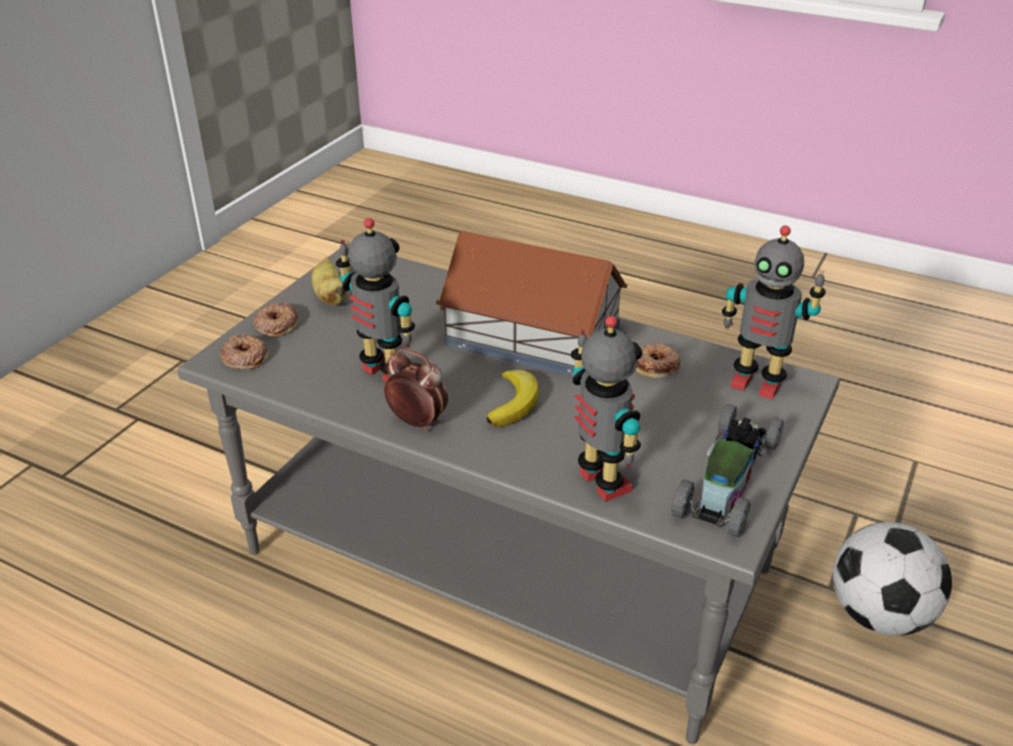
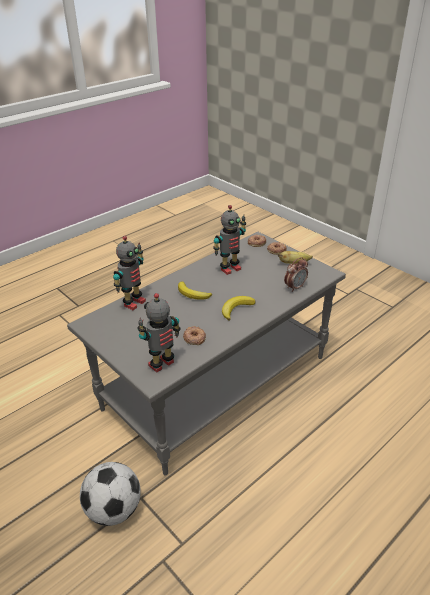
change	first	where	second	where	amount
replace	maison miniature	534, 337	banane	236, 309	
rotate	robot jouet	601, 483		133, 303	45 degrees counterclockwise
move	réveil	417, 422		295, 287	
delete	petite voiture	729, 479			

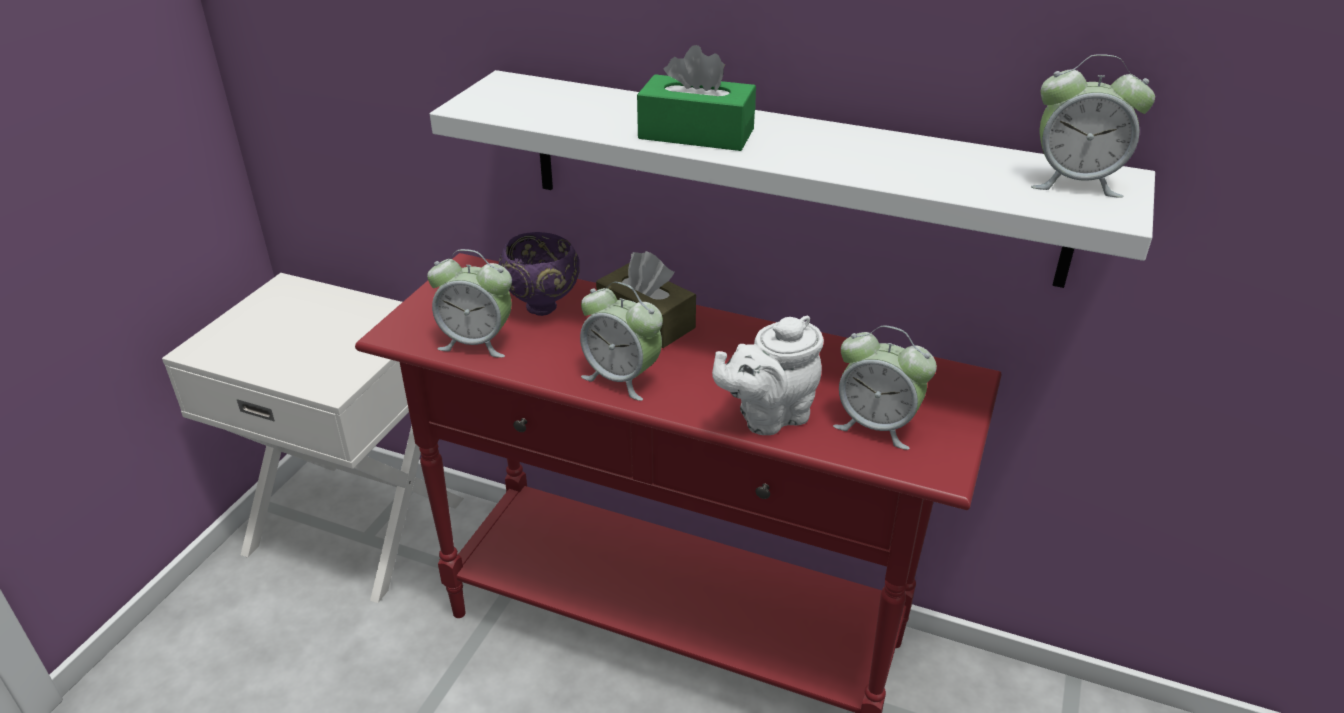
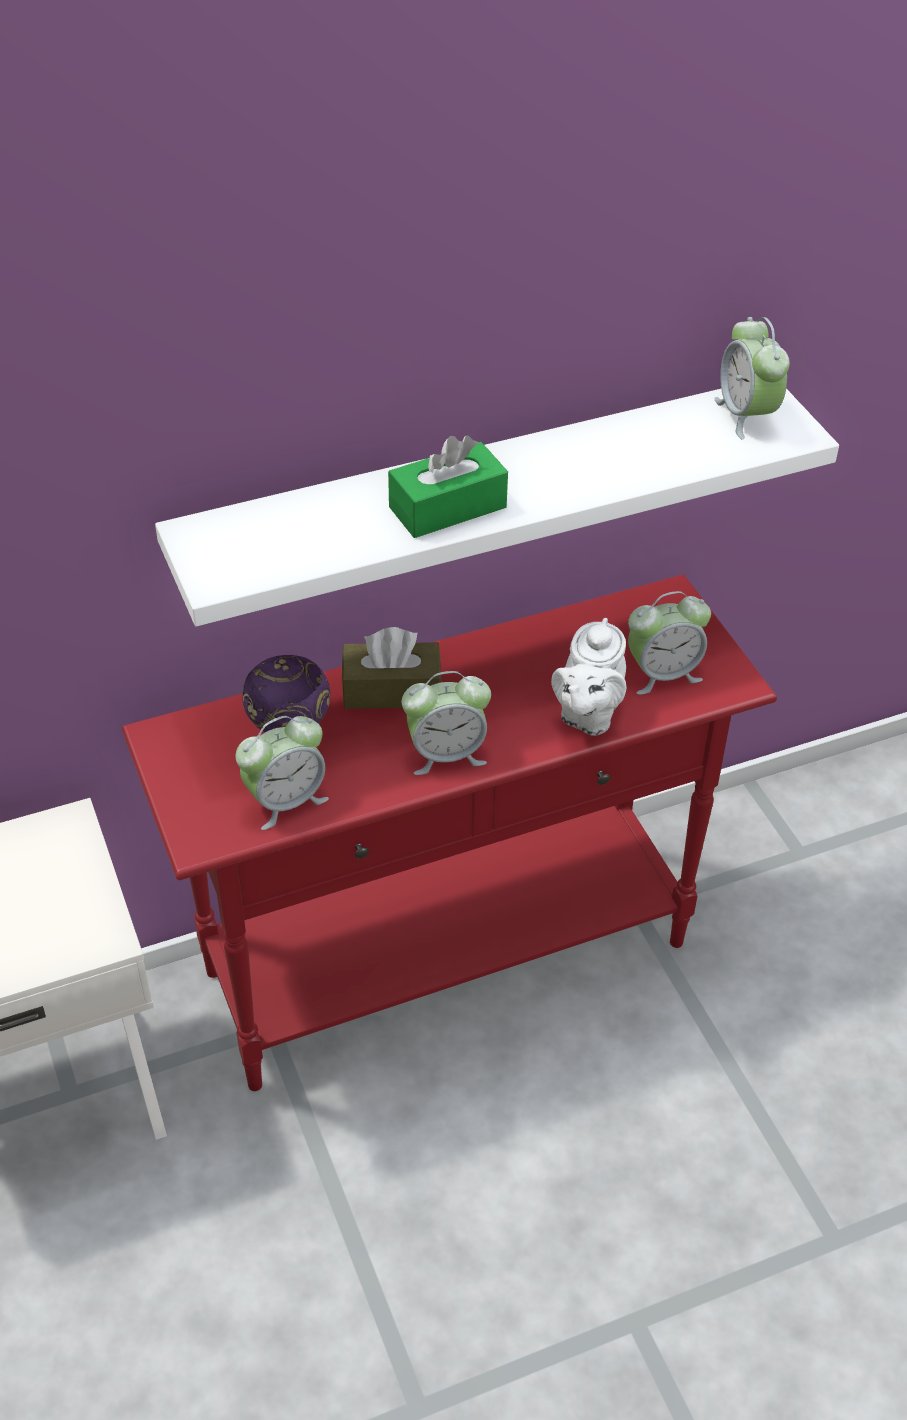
change	first	where	second	where	amount
rotate	réveil	1075, 182		746, 415	105 degrees clockwise

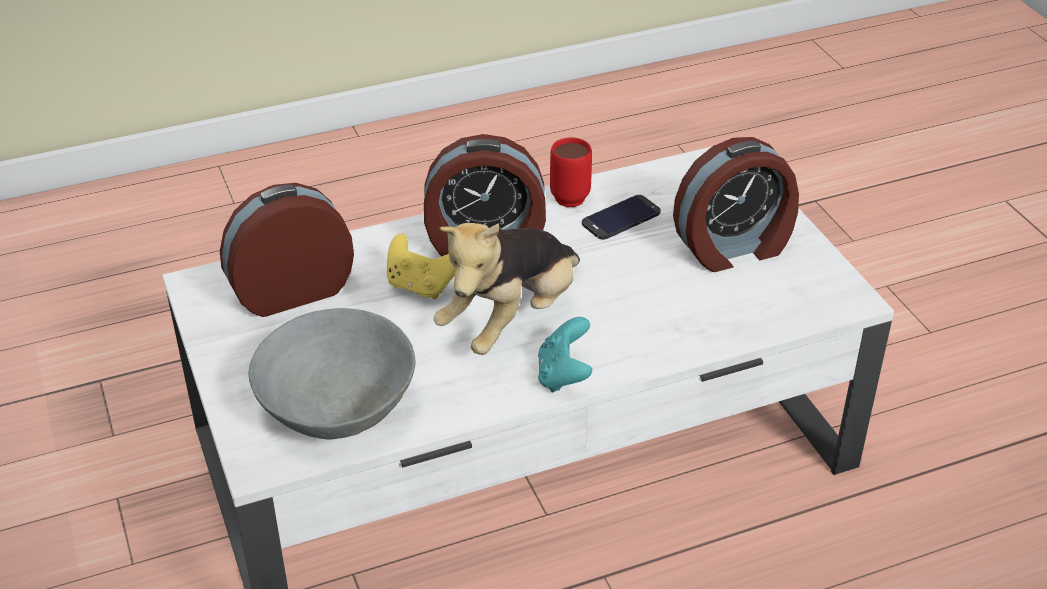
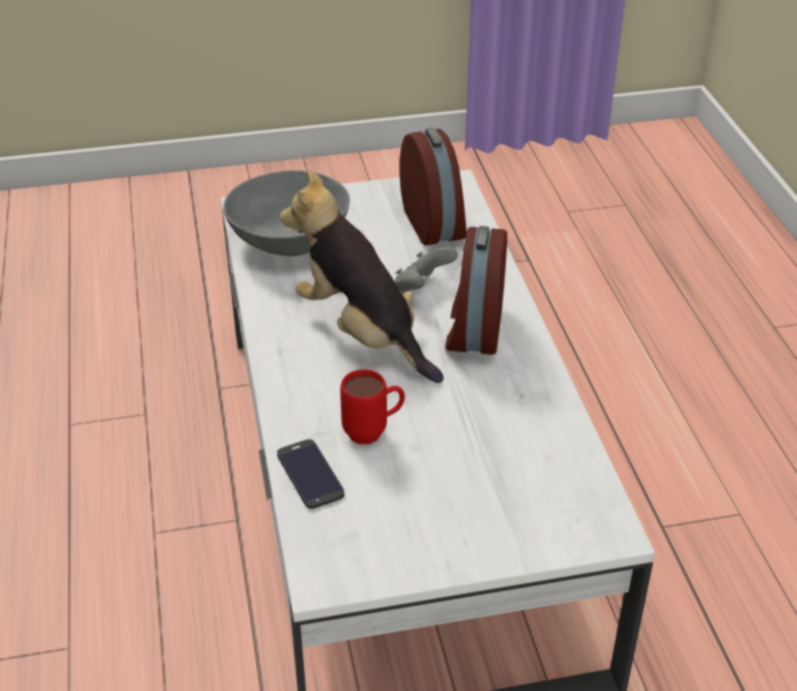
change	first	where	second	where	amount
move	mug/rouge	566, 194		373, 432	
delete	réveil	734, 248			
move	téléphone	621, 218		310, 474	
recolor	manette/jaune	421, 286	manette/gris	422, 288	
delete	manette/turquoise	564, 375			

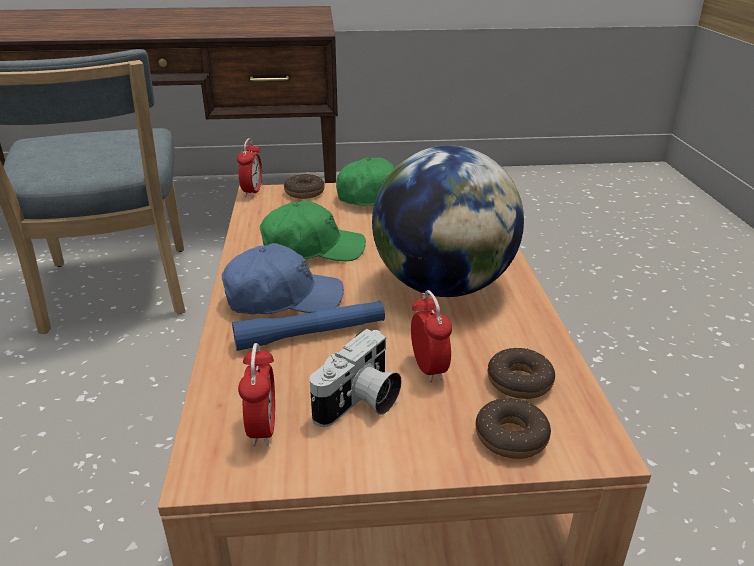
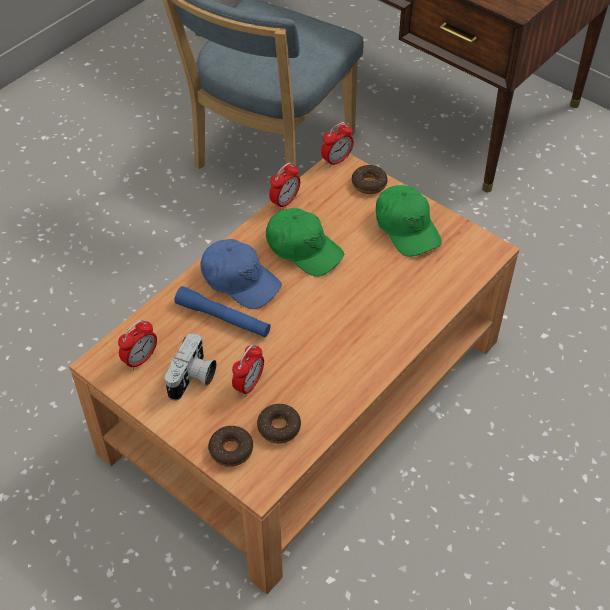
change	first	where	second	where	amount
delete	globe	443, 286			
rotate	appareil photo	360, 403		193, 379	60 degrees counterclockwise
insert			réveil	285, 201	

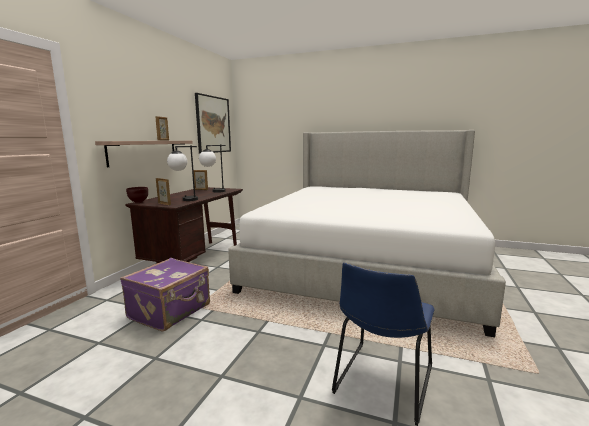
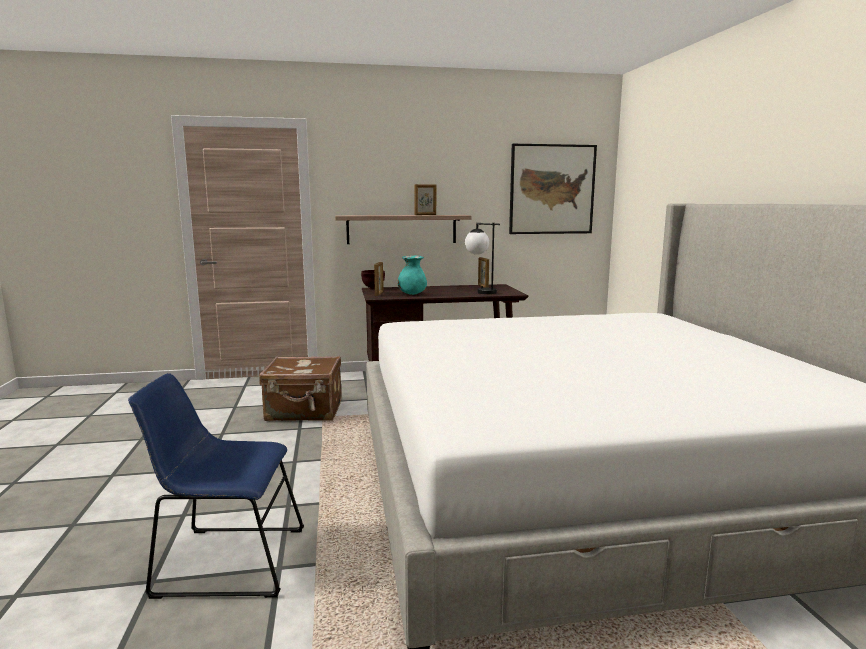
change	first	where	second	where	amount
replace	lampe de table	184, 199	vase/turquoise	412, 294	
recolor	valise/violet	171, 311	valise/marron	305, 411	

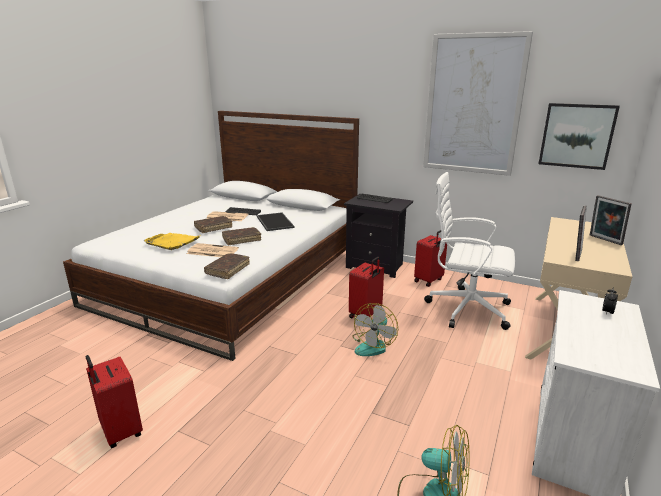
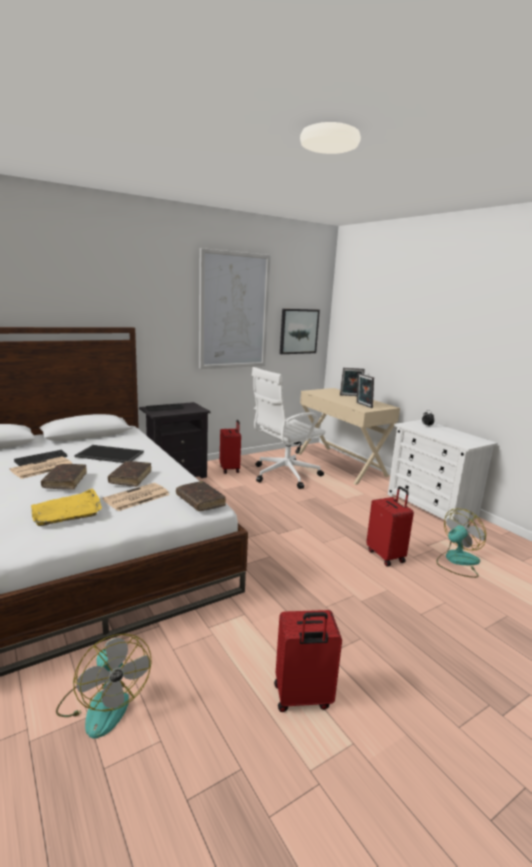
change	first	where	second	where	amount
move	valise/rouge	366, 315		386, 556	
move	ventilateur	373, 345		103, 703	

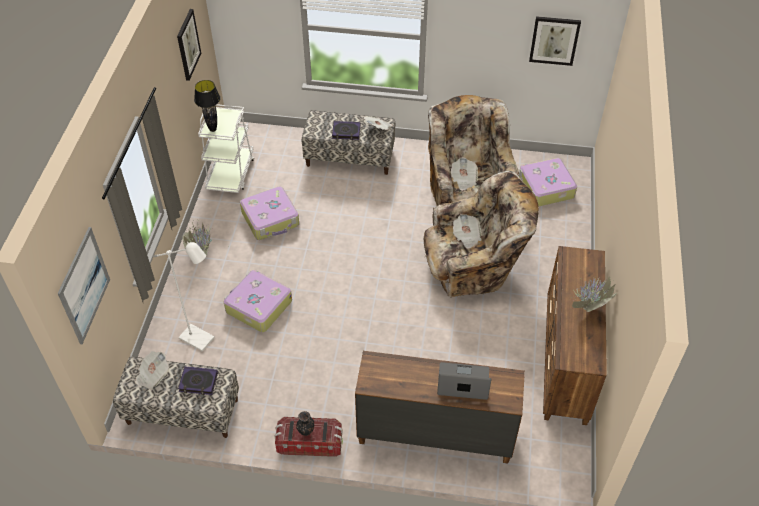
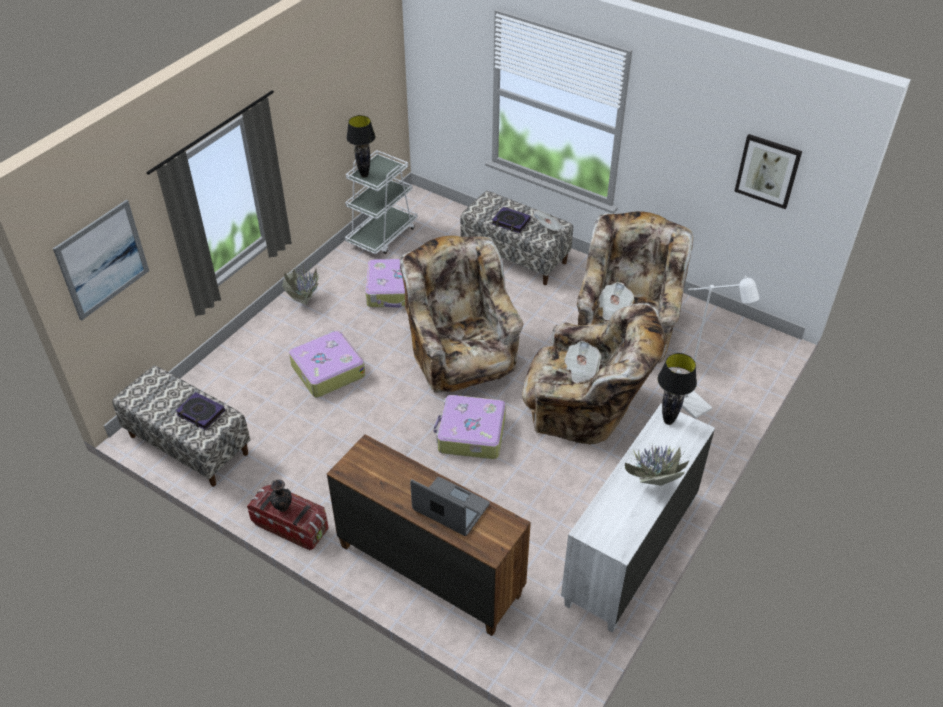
change	first	where	second	where	amount
delete	tableau	188, 44			
move	valise	545, 188		470, 434	
move	lampadaire/blanc	201, 340		696, 407	
recolor	commode/marron	565, 362	commode/blanc	629, 552	
delete	journal	153, 375			
insert			fauteuil/beige	461, 355	
insert			lampe de table/noir	668, 421	

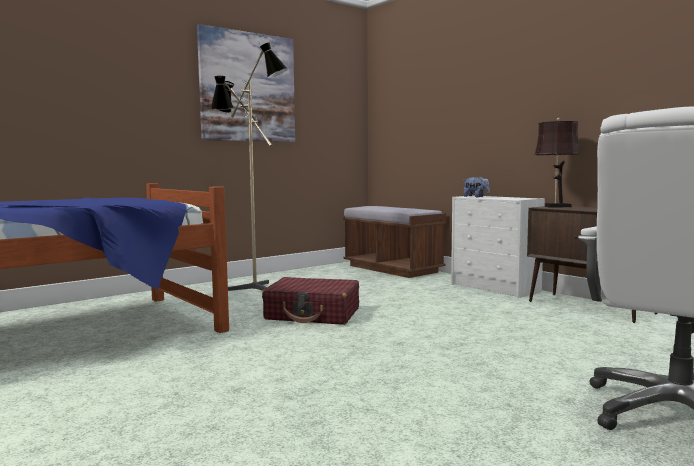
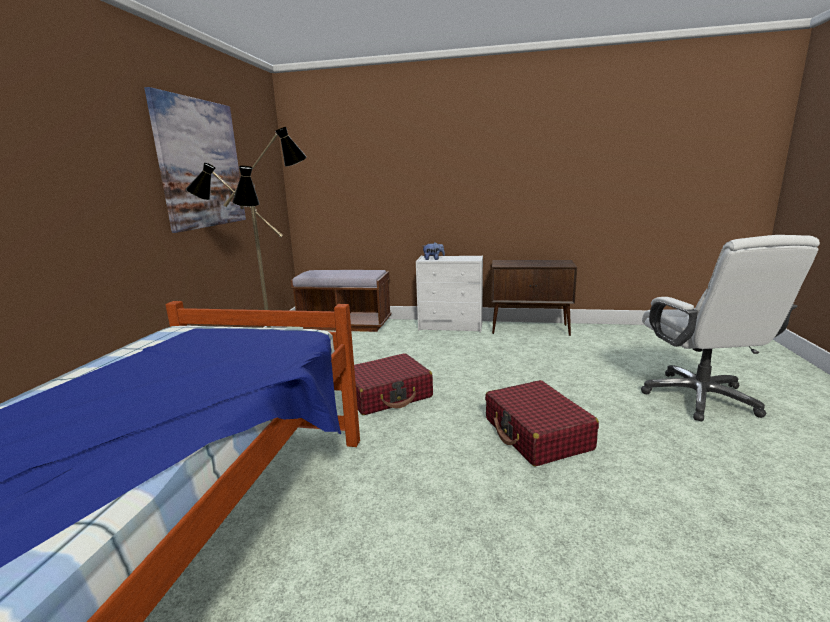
change	first	where	second	where	amount
delete	lampe de table/marron	555, 206			
insert			valise/rouge	537, 434	

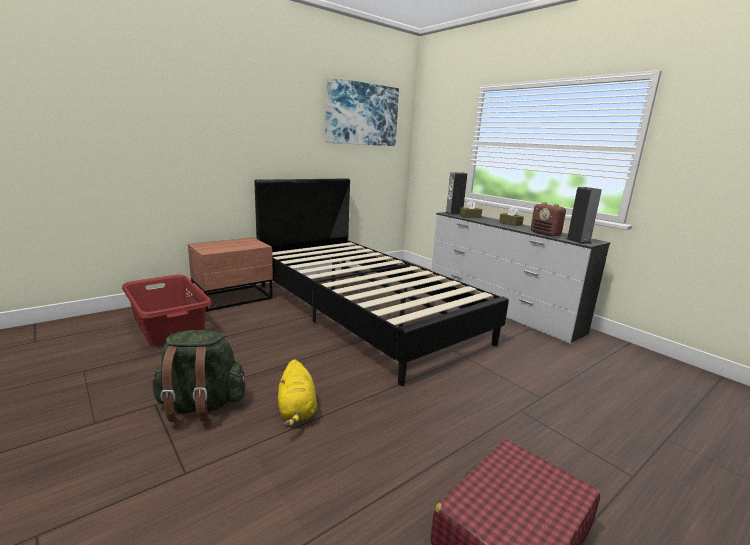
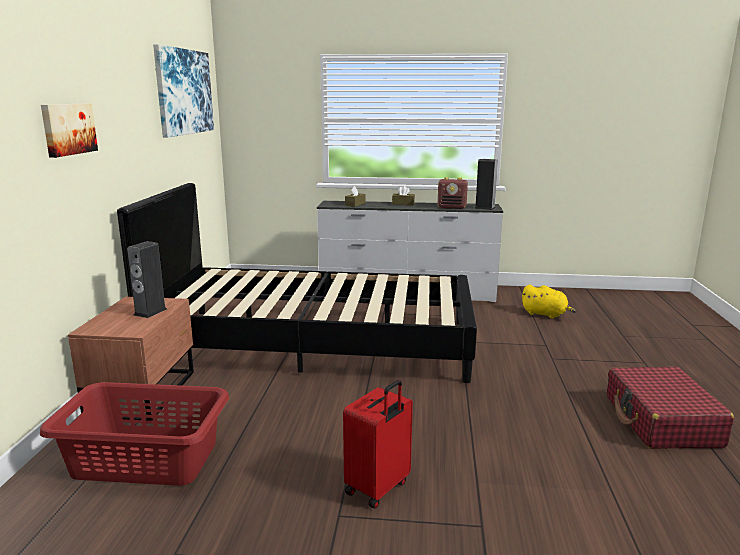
change	first	where	second	where	amount
move	enceinte	454, 213		150, 312	
replace	sac à dos/vert	200, 406	valise/rouge	378, 488	
move	peluche/jaune	297, 411		545, 314	
insert			tableau	68, 129	

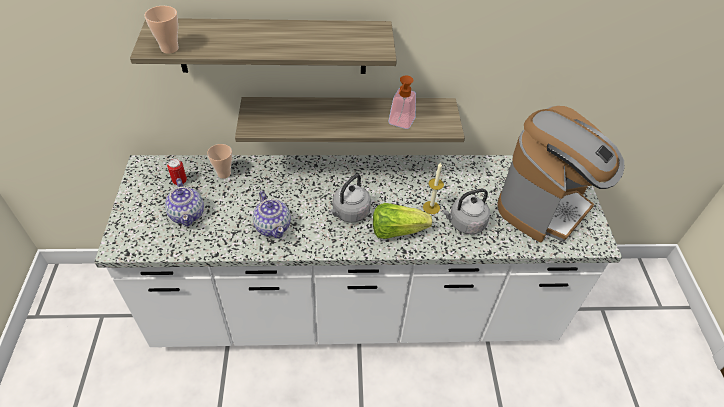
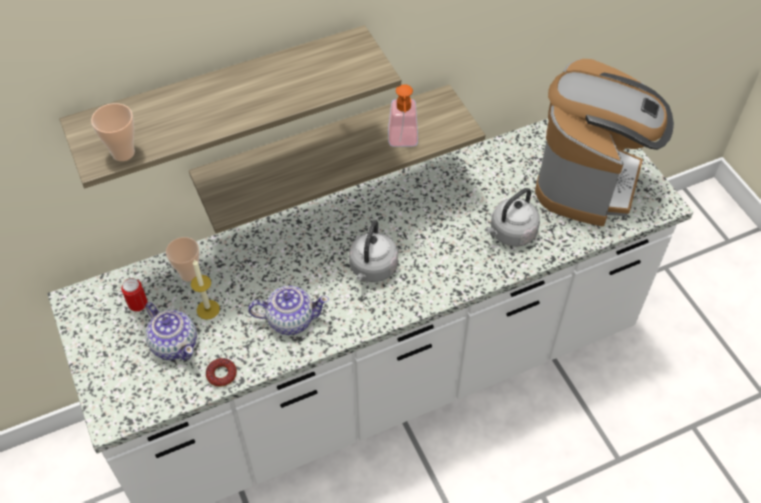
change	first	where	second	where	amount
move	bougie	431, 207		208, 309	
rotate	théière	273, 226		290, 319	45 degrees counterclockwise
delete	laitue	396, 230			
insert			beignet	221, 374	

